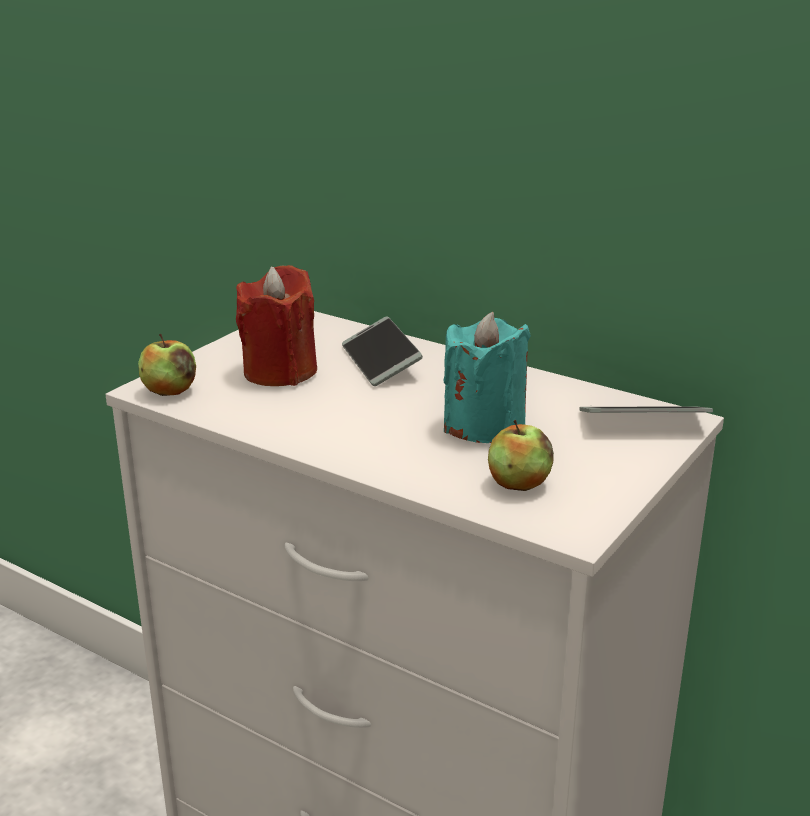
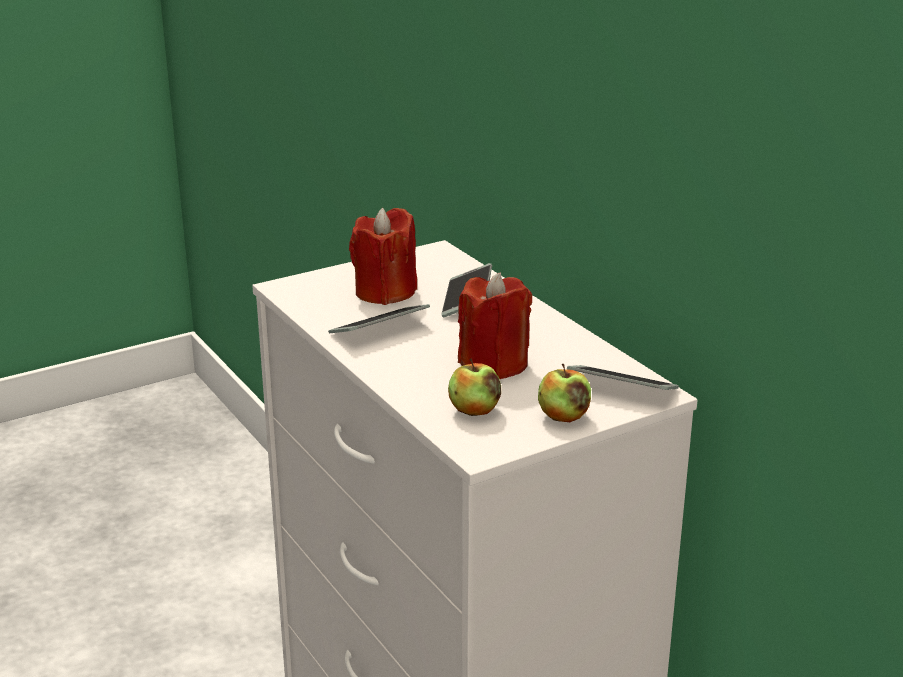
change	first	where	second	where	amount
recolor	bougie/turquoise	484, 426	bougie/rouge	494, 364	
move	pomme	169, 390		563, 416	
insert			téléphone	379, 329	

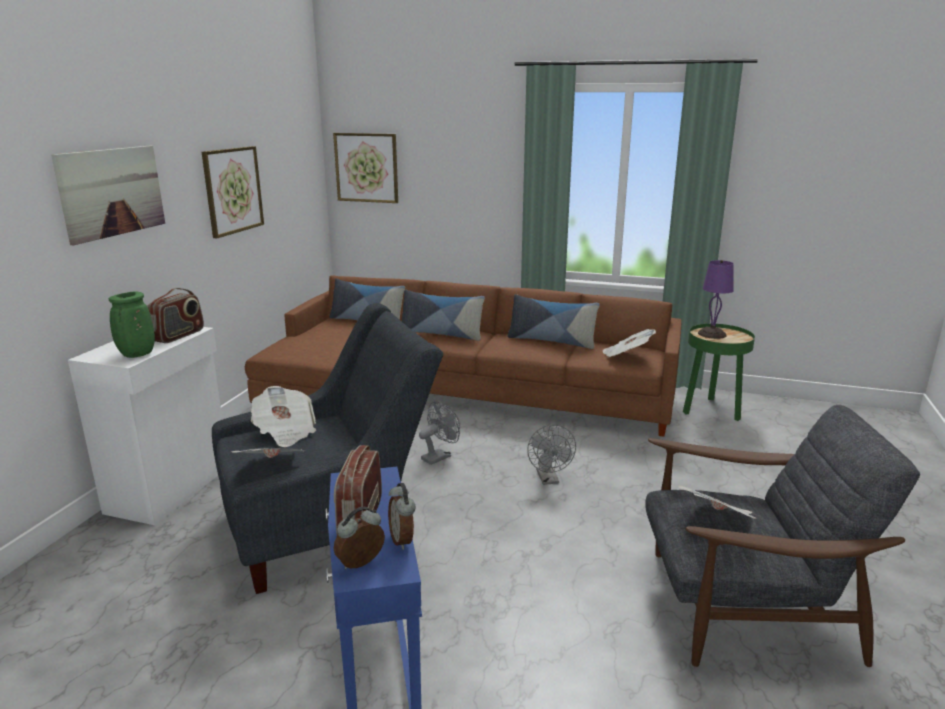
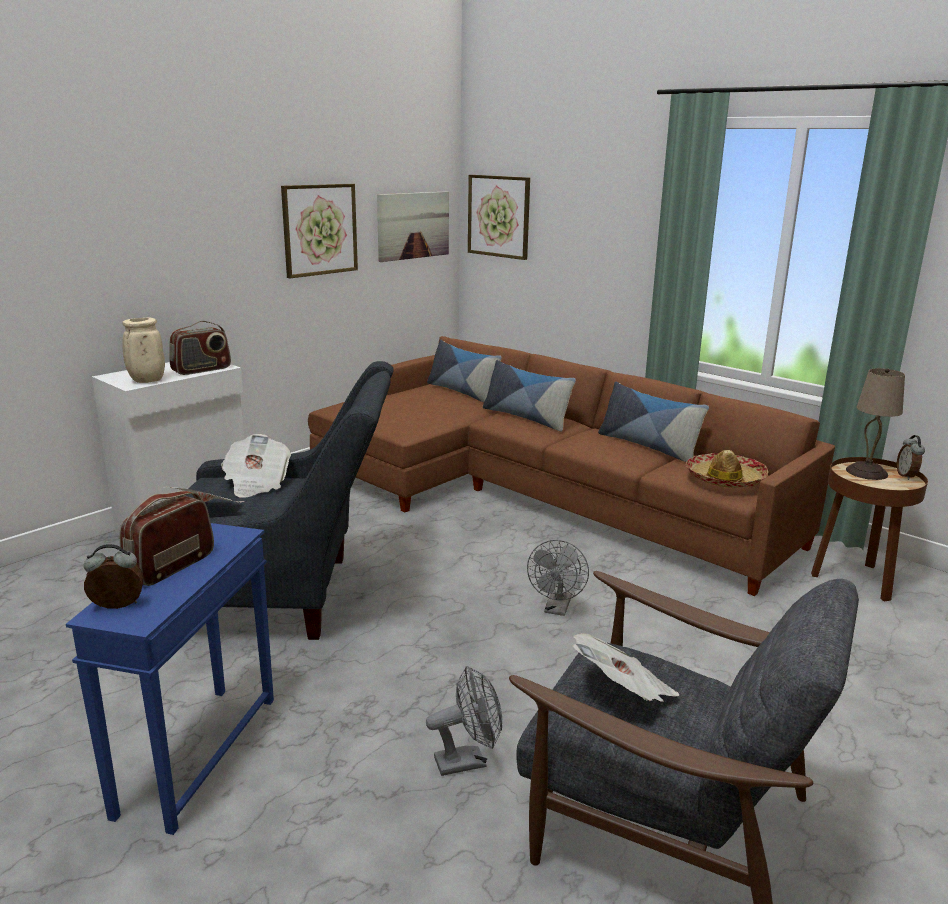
change	first	where	second	where	amount
move	tableau	112, 192		413, 225	
recolor	lampe de table/violet	712, 334	lampe de table/beige	867, 472	
recolor	vase/vert	137, 355	vase/beige	146, 381	
recolor	table d'appoint/vert	711, 410	table d'appoint/marron	856, 579	
replace	journal	626, 355	chapeau	725, 479	
move	ventilateur/gris	439, 456		468, 760	
move	réveil	403, 540		906, 476	

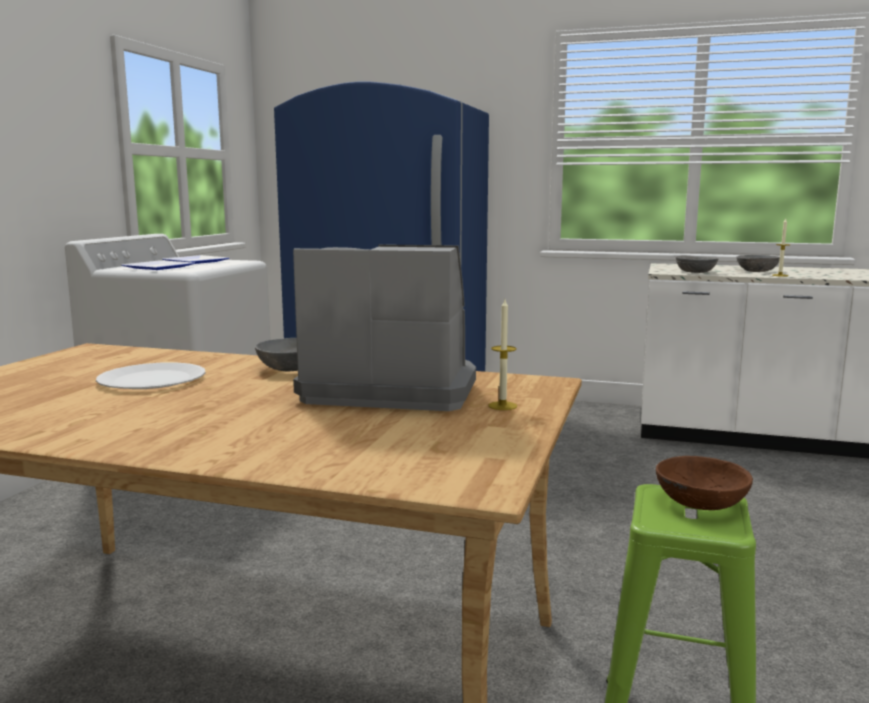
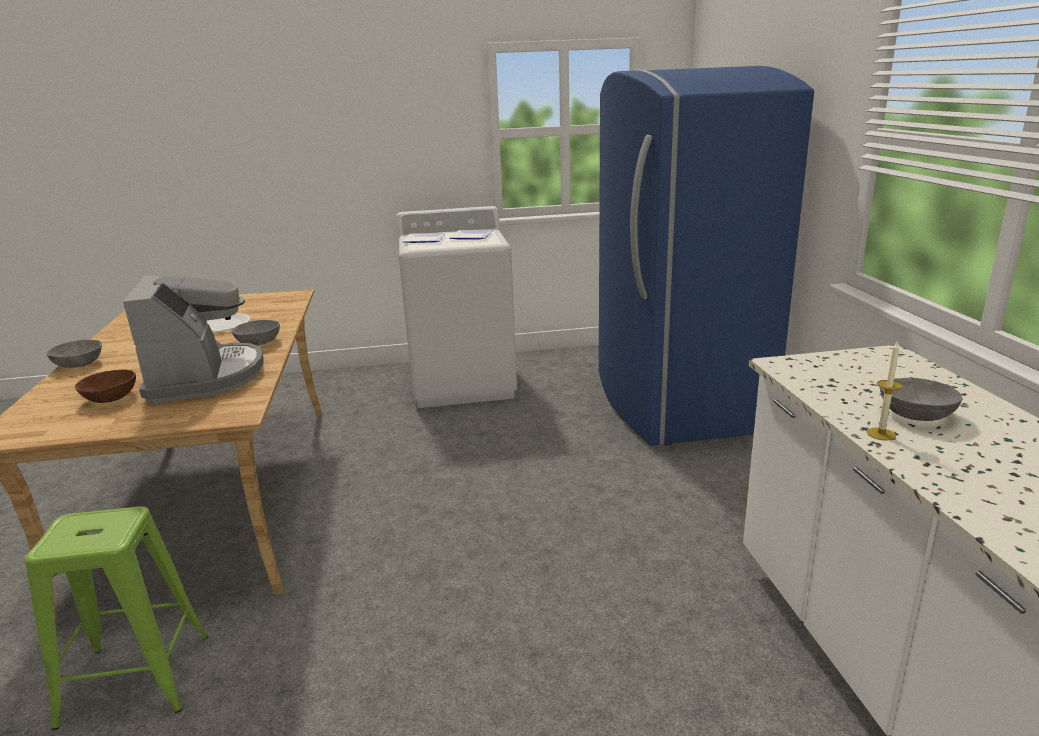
change	first	where	second	where	amount
move	bol/gris	694, 272		78, 364	
delete	bougie	502, 406			
move	bol/marron	699, 502		111, 397	

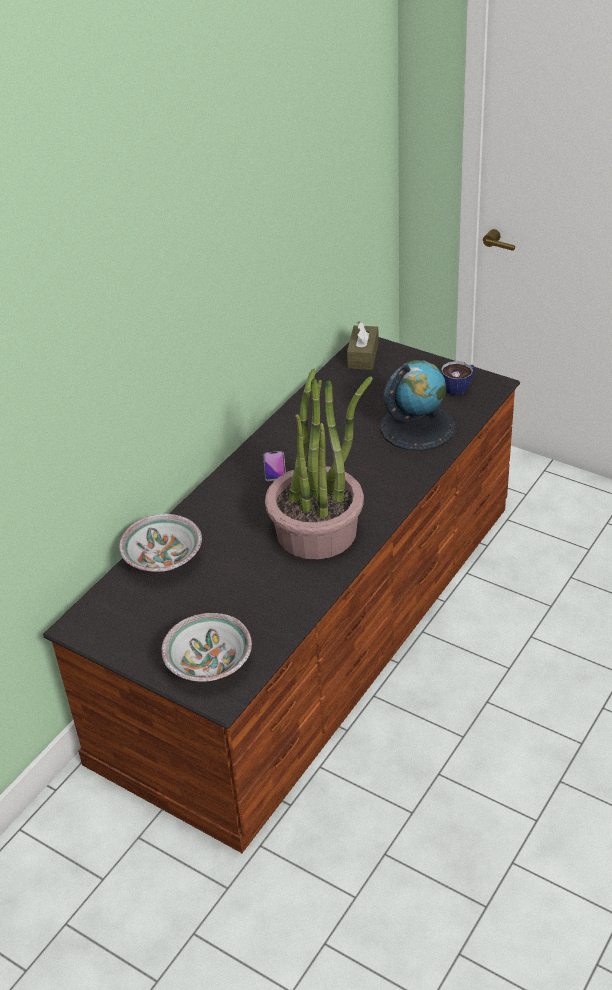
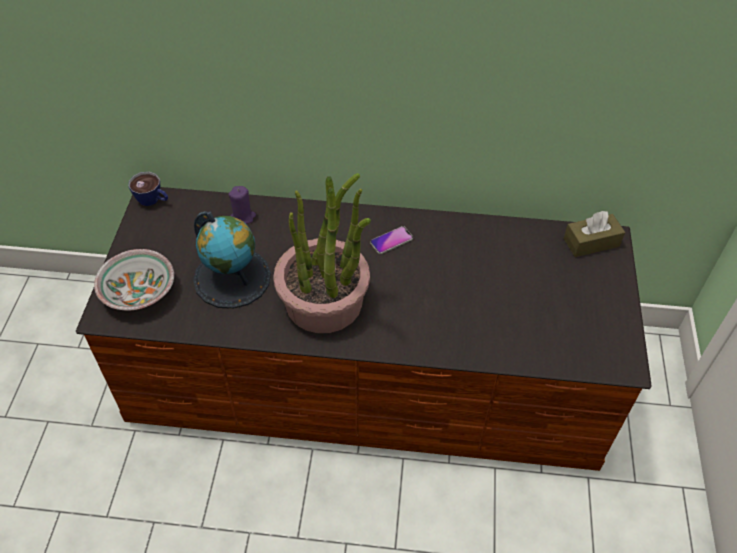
change	first	where	second	where	amount
move	globe	417, 427		232, 277	
move	tasse	460, 387		153, 200	
replace	bol	163, 559	bougie/violet	243, 217	

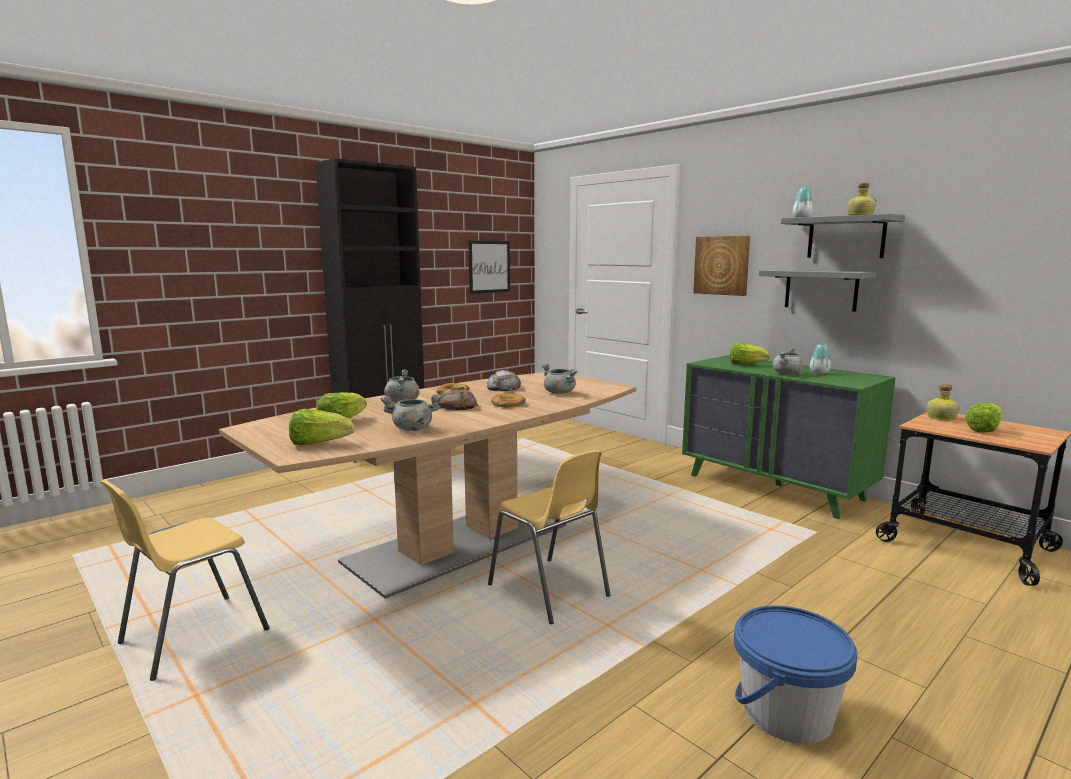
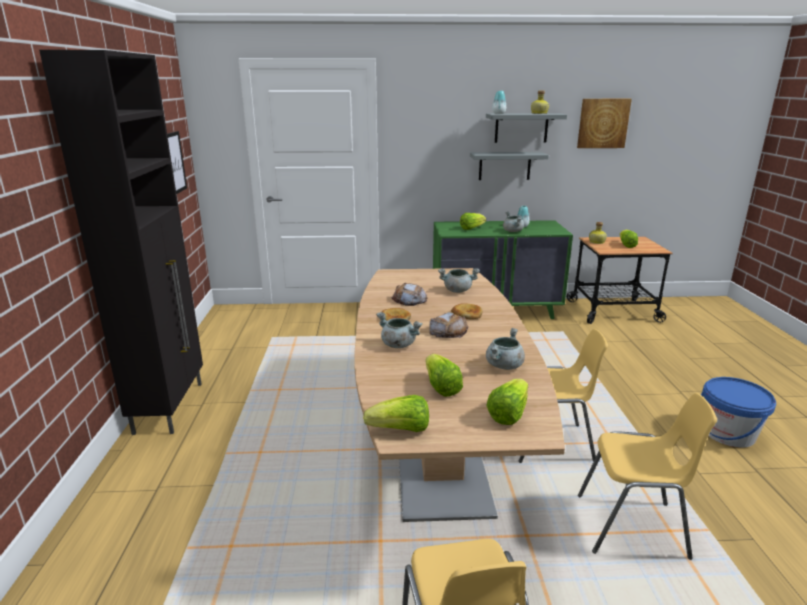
change	first	where	second	where	amount
move	tableau	722, 265		603, 123	
insert			chaise/jaune	632, 527	
insert			laitue	401, 430	

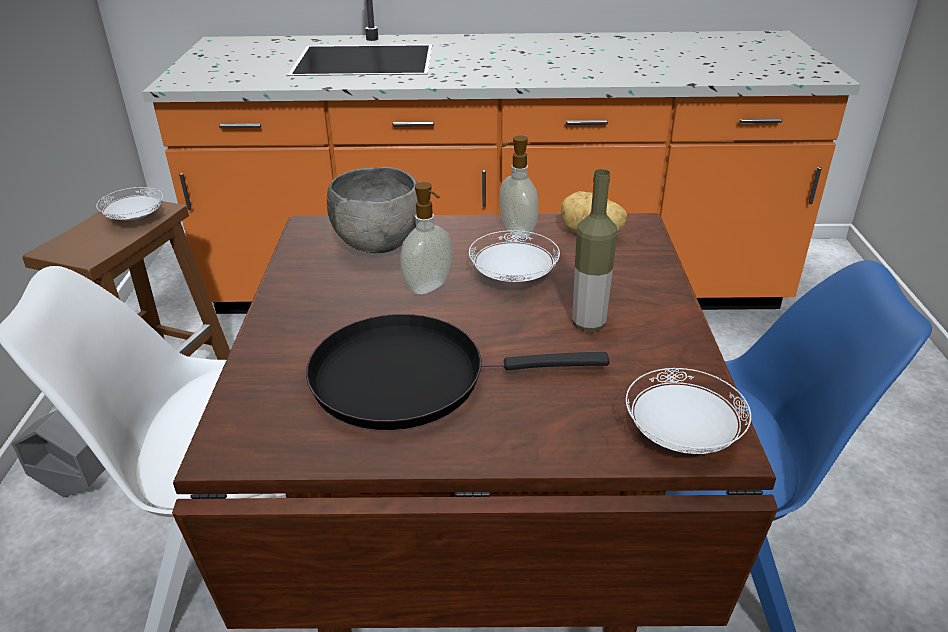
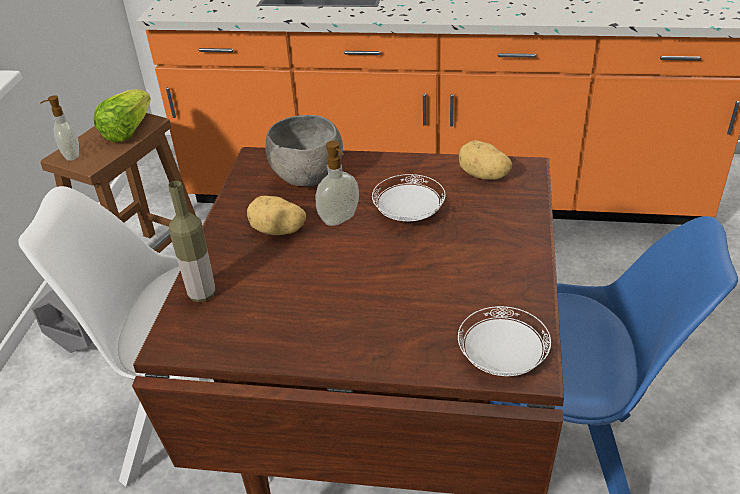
change	first	where	second	where	amount
move	distributeur de savon	516, 232		71, 155	
move	bouteille	588, 324		202, 294	
replace	assiette/blanc	135, 219	laitue	127, 130	
delete	poêle/noir	410, 378			
insert			pomme de terre	278, 231	

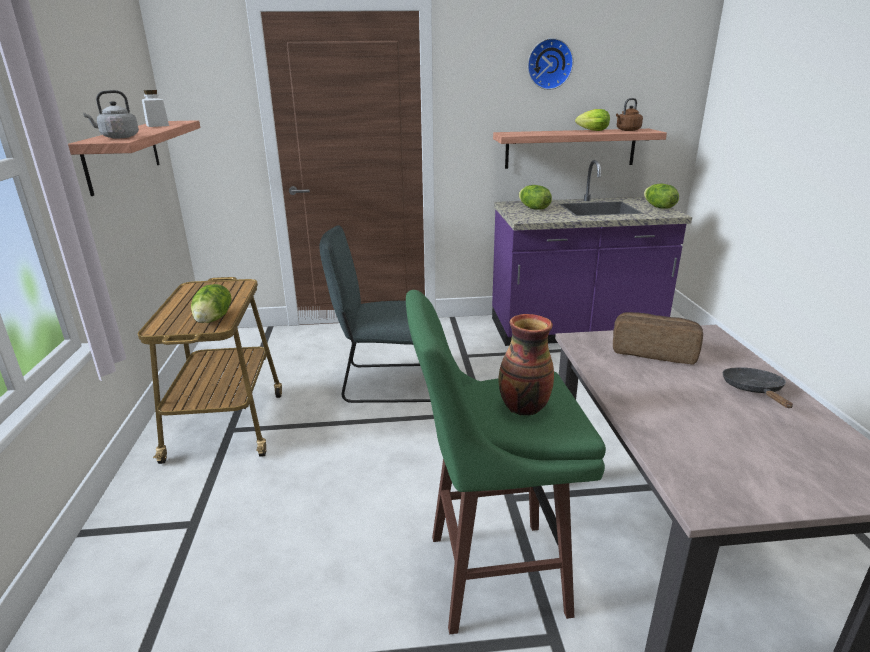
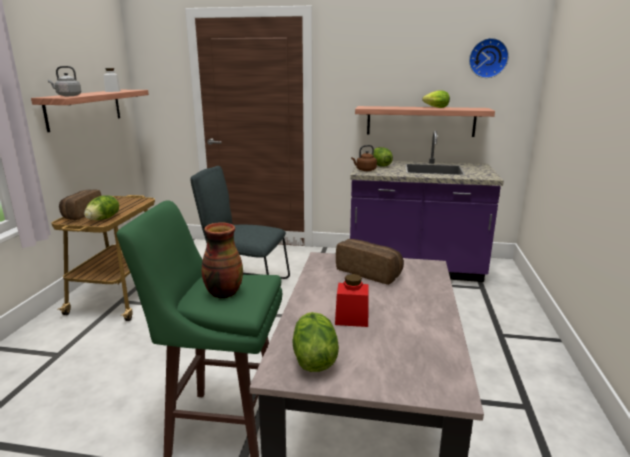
change	first	where	second	where	amount
move	horloge murale	549, 64		488, 58	
move	bouilloire/marron	627, 130		365, 170	
move	laitue	658, 207		313, 358	
delete	poêle/noir	754, 391			
insert			pain	81, 213	
insert			bocal/rouge	352, 319	

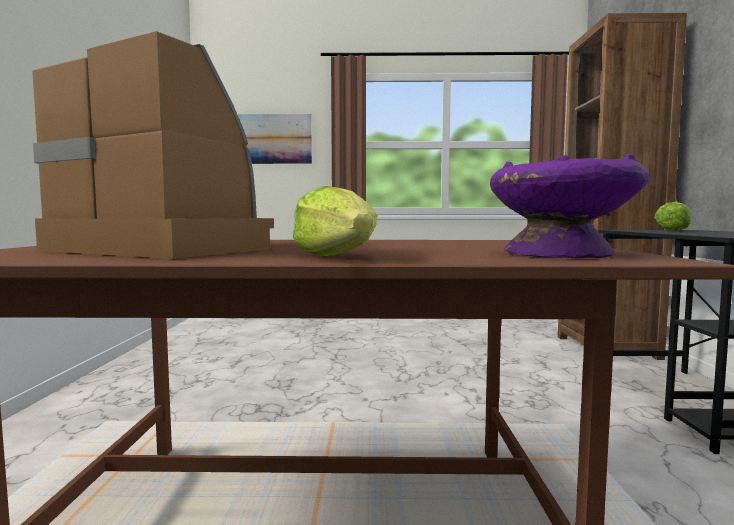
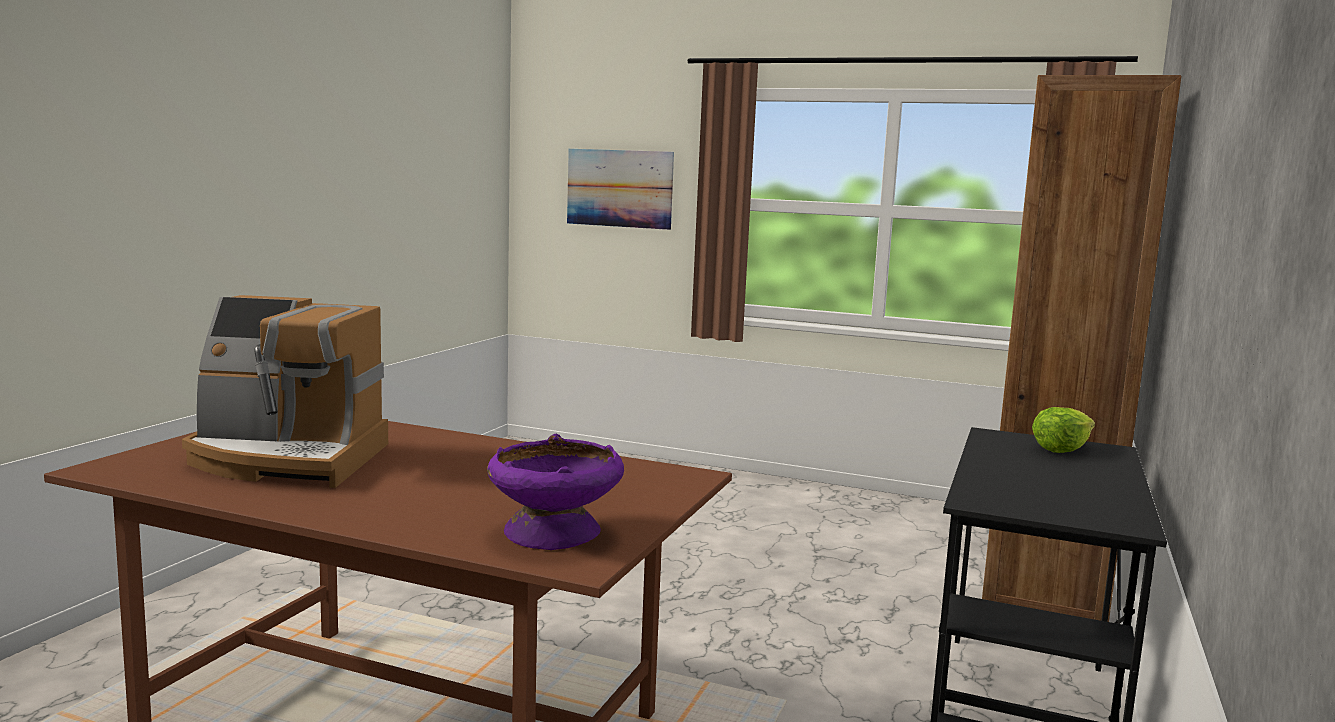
change	first	where	second	where	amount
rotate	machine à café	171, 248		288, 459	135 degrees clockwise
delete	laitue	339, 257			

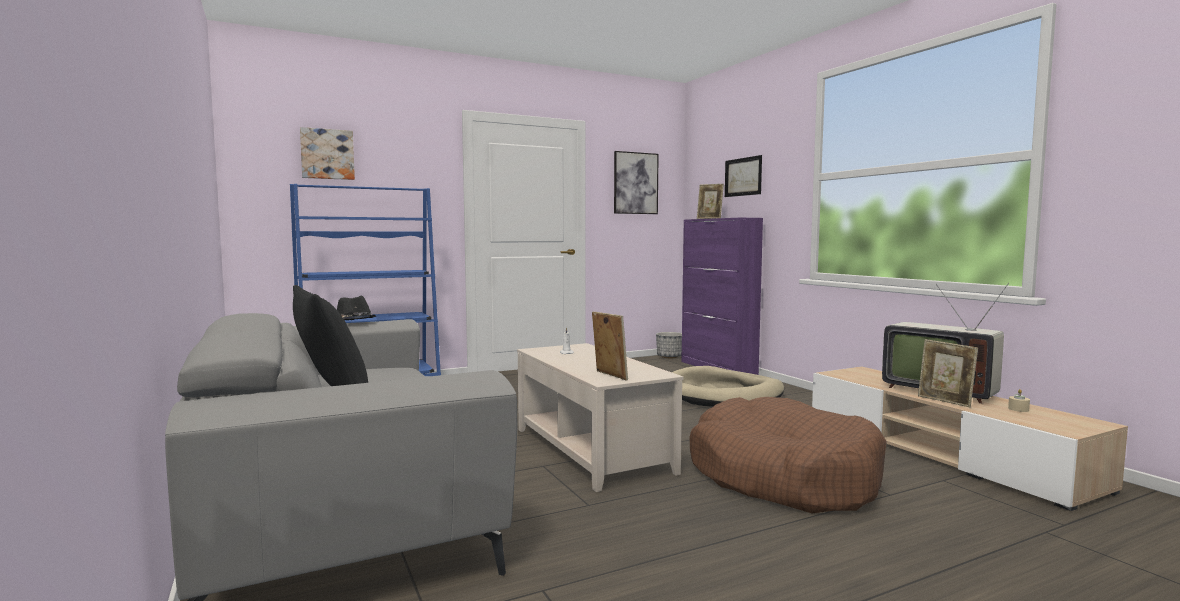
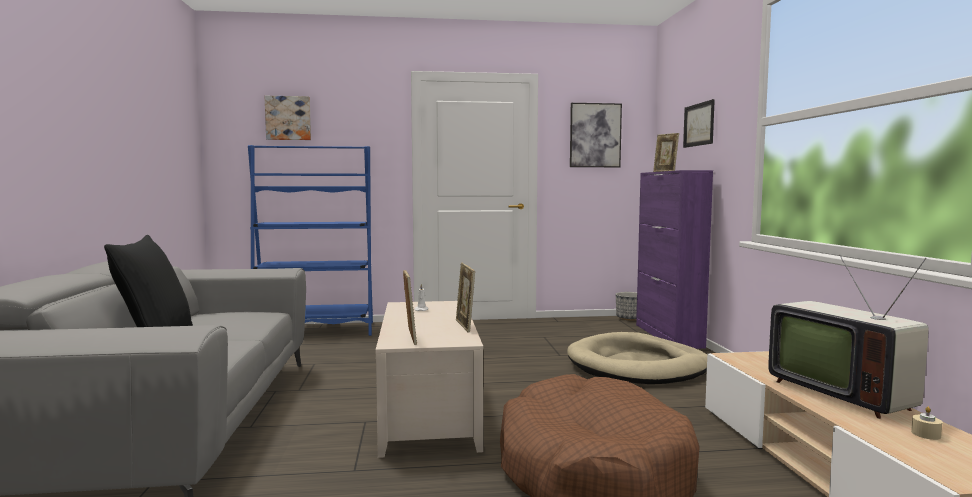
change	first	where	second	where	amount
delete	chapeau/noir	353, 322			
move	cadre photo	945, 401		465, 326	

